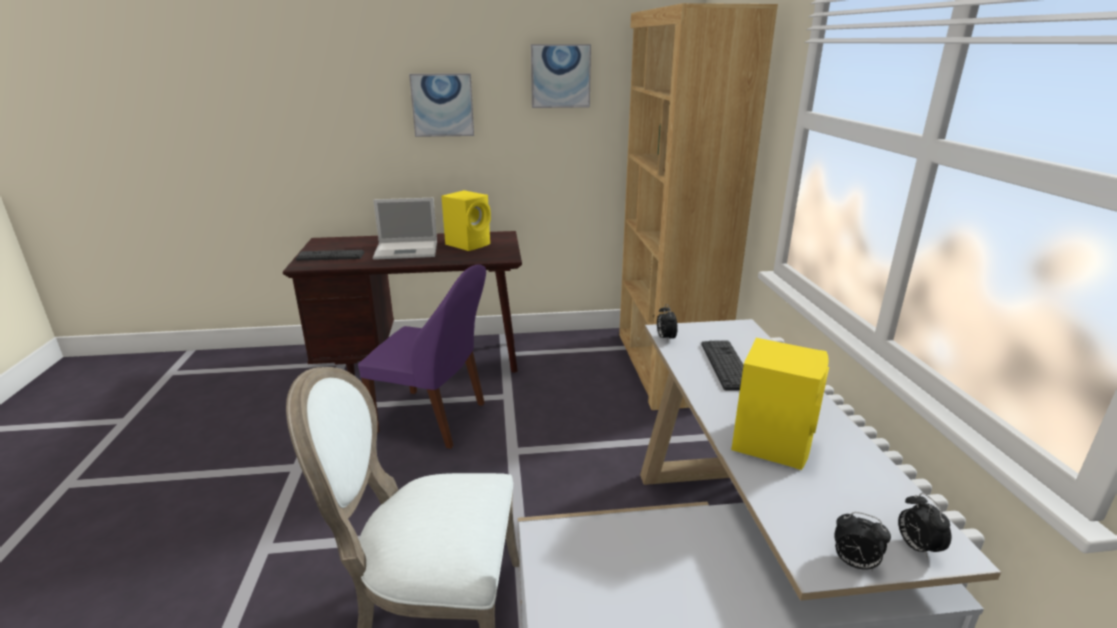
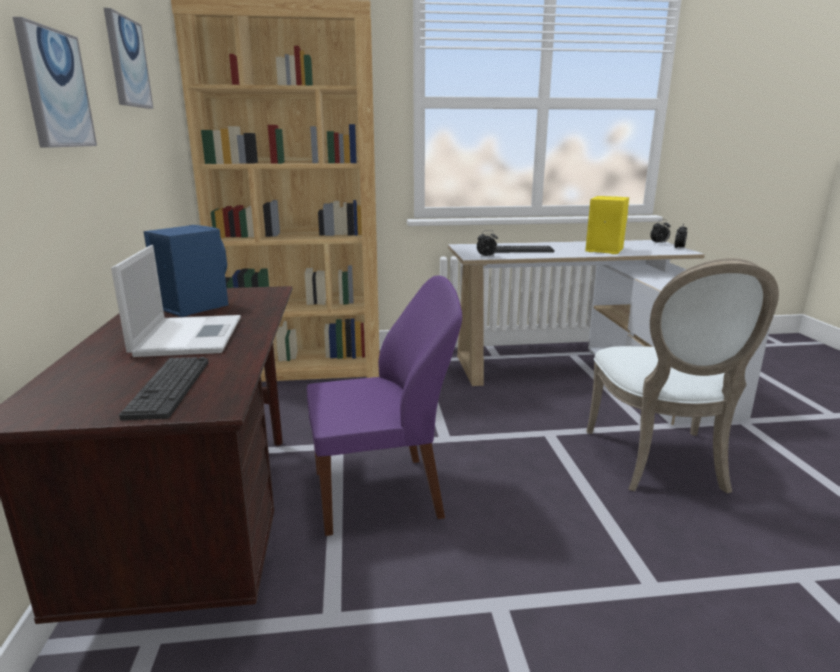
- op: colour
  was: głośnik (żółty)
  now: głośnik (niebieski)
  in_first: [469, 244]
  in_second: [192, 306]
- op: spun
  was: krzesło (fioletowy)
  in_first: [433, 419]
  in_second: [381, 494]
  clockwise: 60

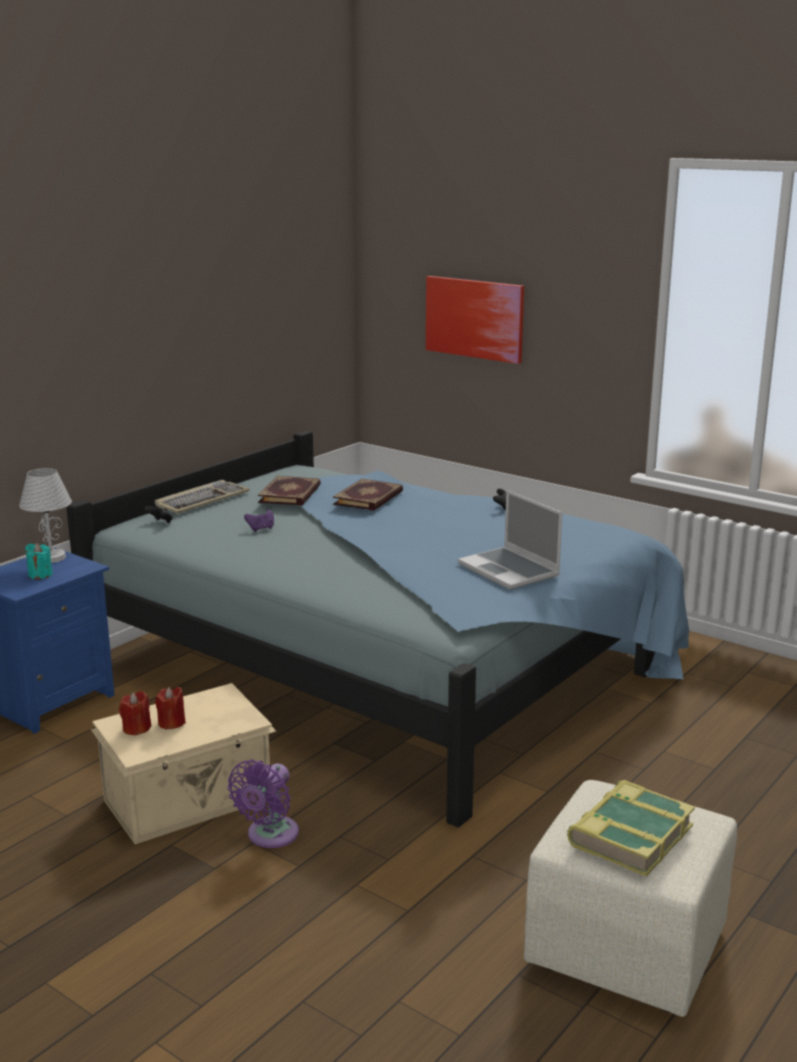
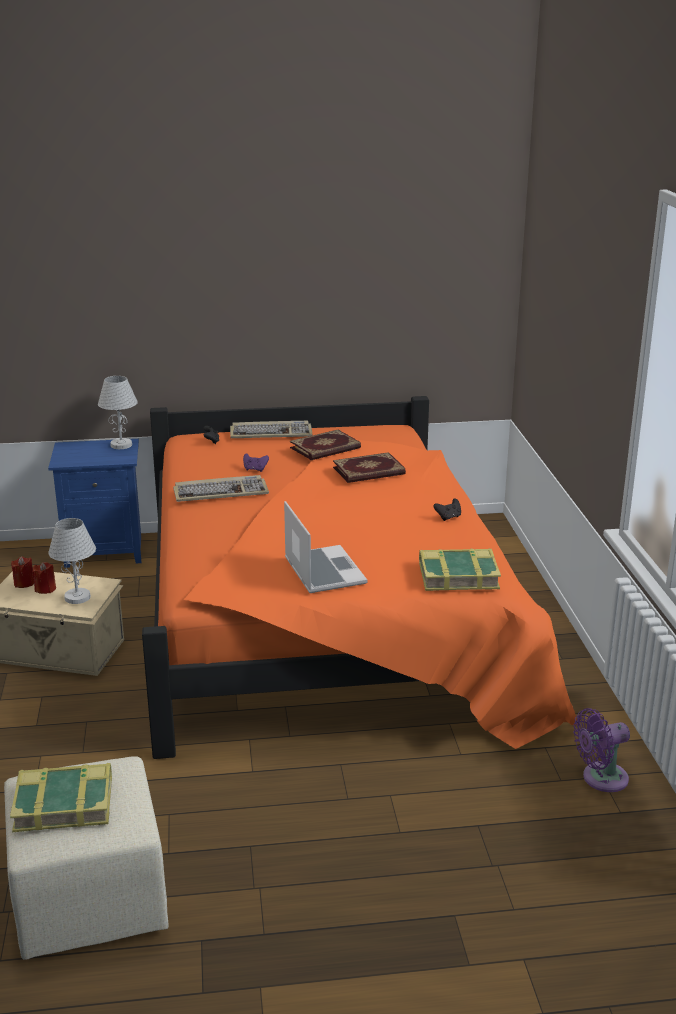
- op: missing
  was: obraz
  in_first: [474, 318]
- op: colour
  was: łóżko (niebieski)
  now: łóżko (pomarańczowy)
  in_first: [387, 665]
  in_second: [329, 623]
- op: spun
  was: laptop
  in_first: [510, 570]
  in_second: [323, 571]
  clockwise: 150
- op: missing
  was: świeca (turkusowy)
  in_first: [40, 575]
- op: relocated
  was: wentylator (fioletowy)
  in_first: [269, 836]
  in_second: [600, 778]
- op: appeared
  now: klawiatura
  in_second: [221, 492]
- op: appeared
  now: lampa stołowa (biały)
  in_second: [77, 597]
- op: appeared
  now: książka
  in_second: [458, 576]

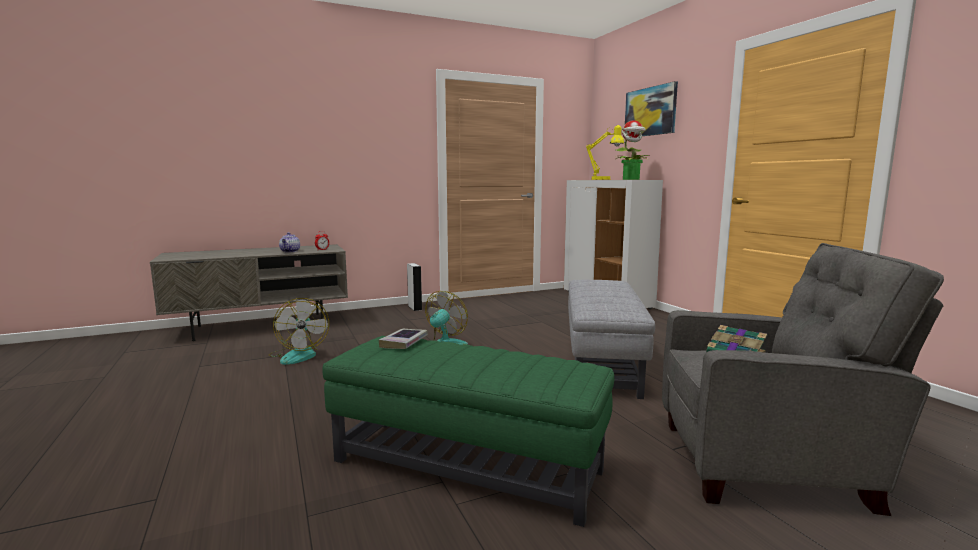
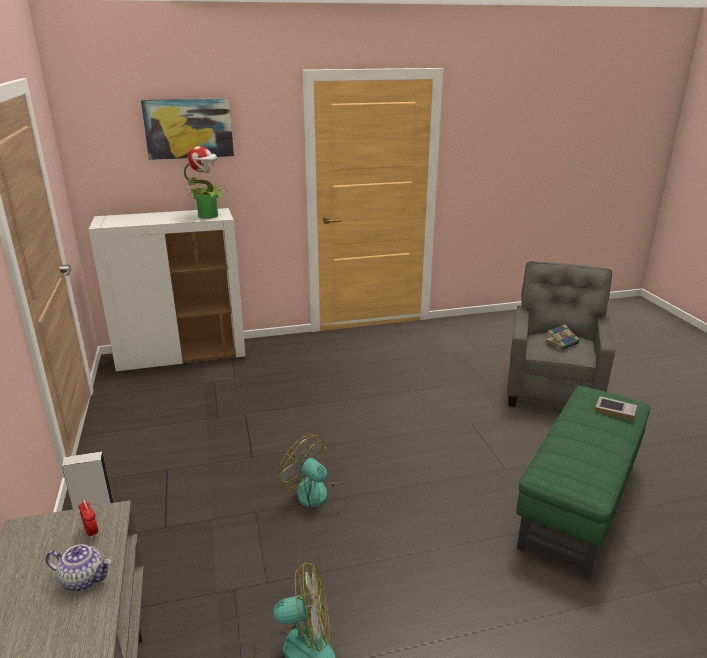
- op: missing
  was: lampa stołowa (żółty)
  in_first: [605, 179]
- op: missing
  was: pufa (szary)
  in_first: [601, 363]
- op: relocated
  was: książka
  in_first: [404, 342]
  in_second: [615, 410]

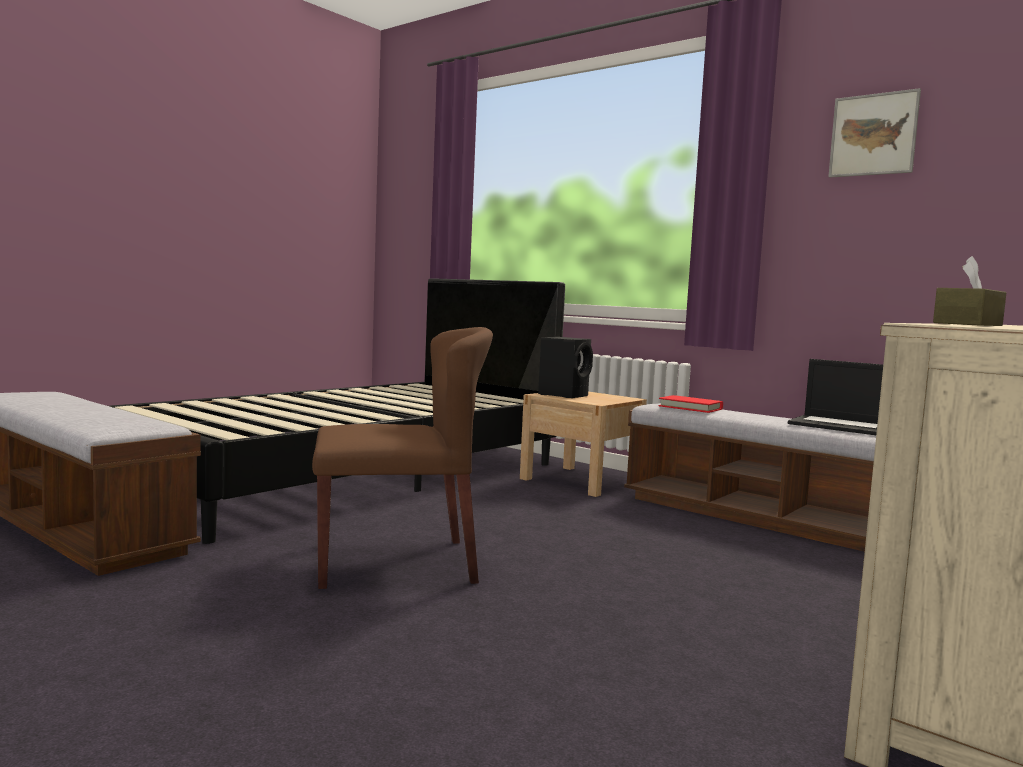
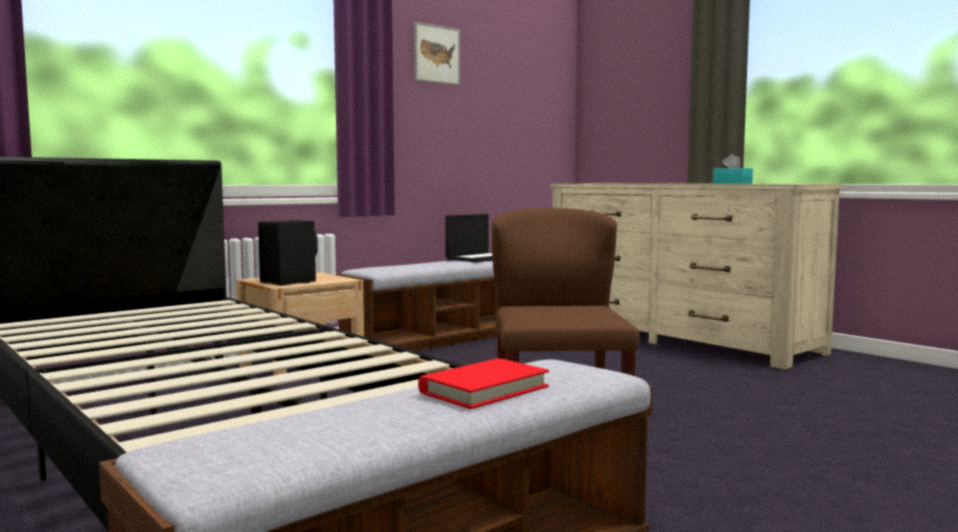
- op: colour
  was: pudełko chusteczek (brązowy)
  now: pudełko chusteczek (turkusowy)
  in_first: [968, 324]
  in_second: [732, 183]
- op: relocated
  was: książka (czerwony)
  in_first: [690, 407]
  in_second: [484, 389]

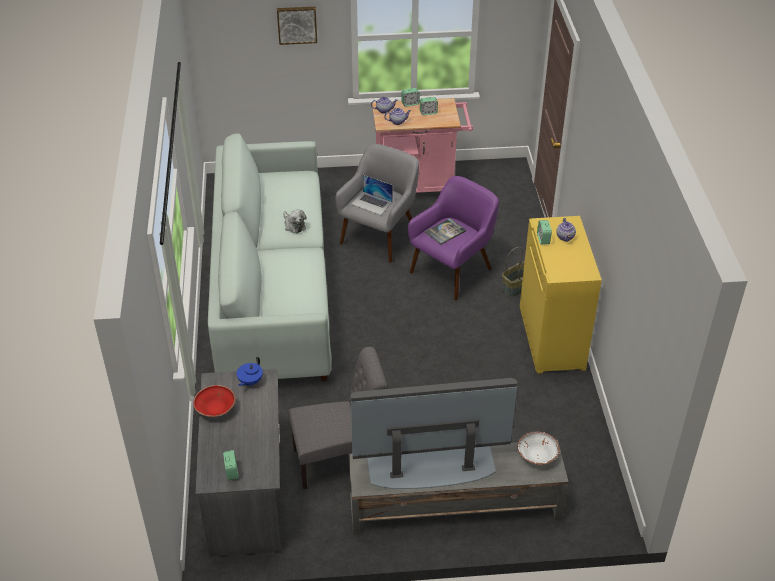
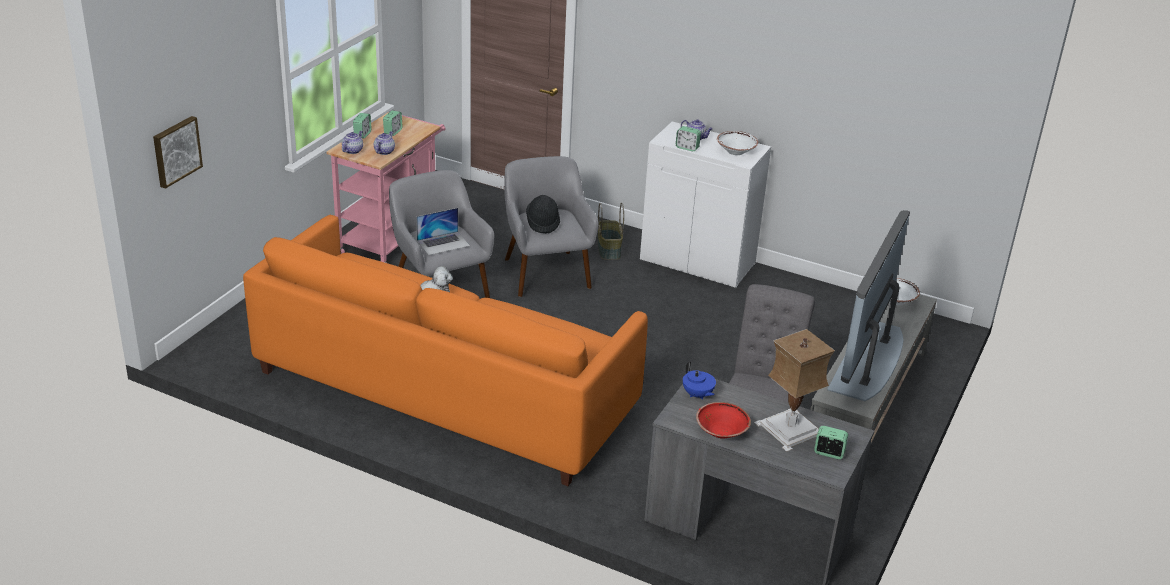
- op: relocated
  was: obraz
  in_first: [297, 24]
  in_second: [176, 151]
- op: colour
  was: kanapa (biały)
  now: kanapa (pomarańczowy)
  in_first: [272, 290]
  in_second: [444, 391]
- op: colour
  was: fotel (fioletowy)
  now: fotel (szary)
  in_first: [452, 271]
  in_second: [545, 273]
- op: colour
  was: szafka (żółty)
  now: szafka (biały)
  in_first: [552, 338]
  in_second: [698, 262]
- op: exchanged
  was: książka
  now: kapelusz (czarny)
  in_first: [445, 232]
  in_second: [543, 223]
- op: appeared
  now: miska (biały)
  in_second: [736, 151]
- op: appeared
  now: lampa stołowa
  in_second: [792, 429]

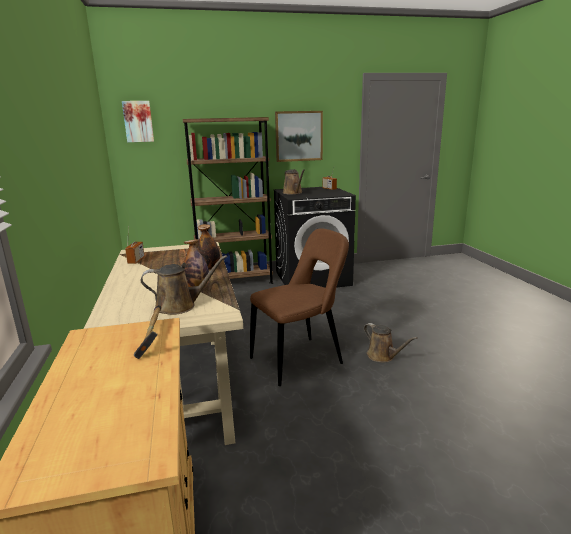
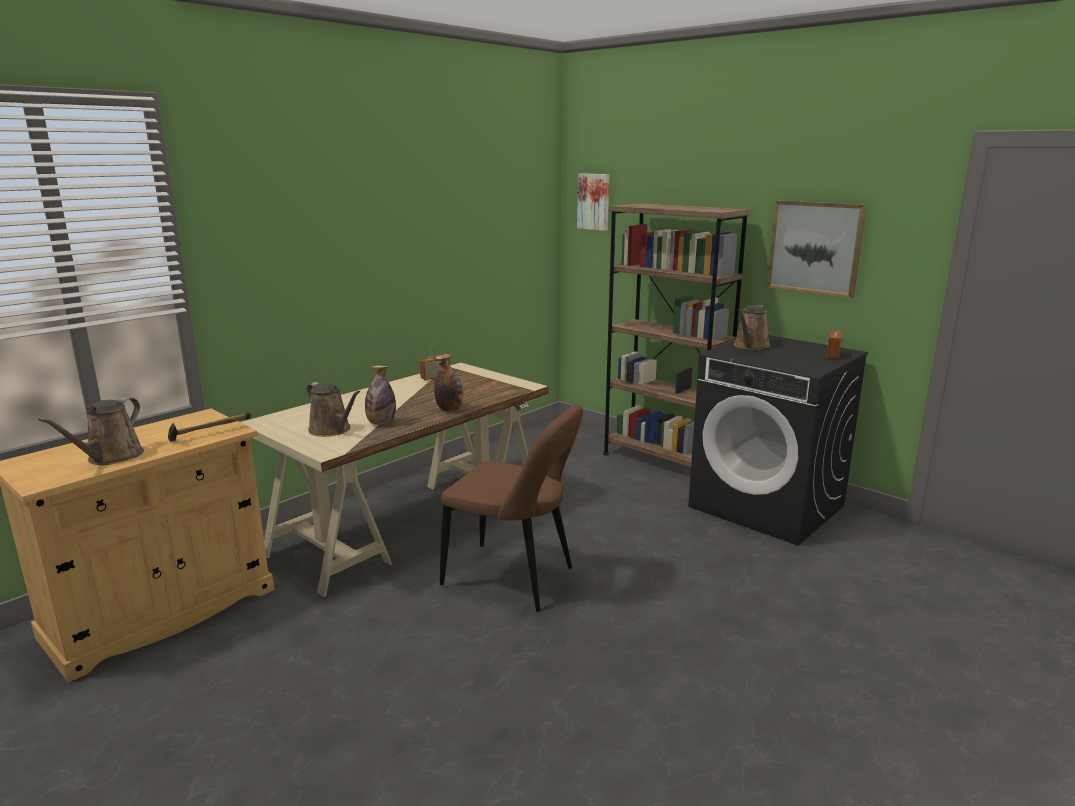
- op: relocated
  was: konewka (brązowy)
  in_first: [383, 356]
  in_second: [111, 457]

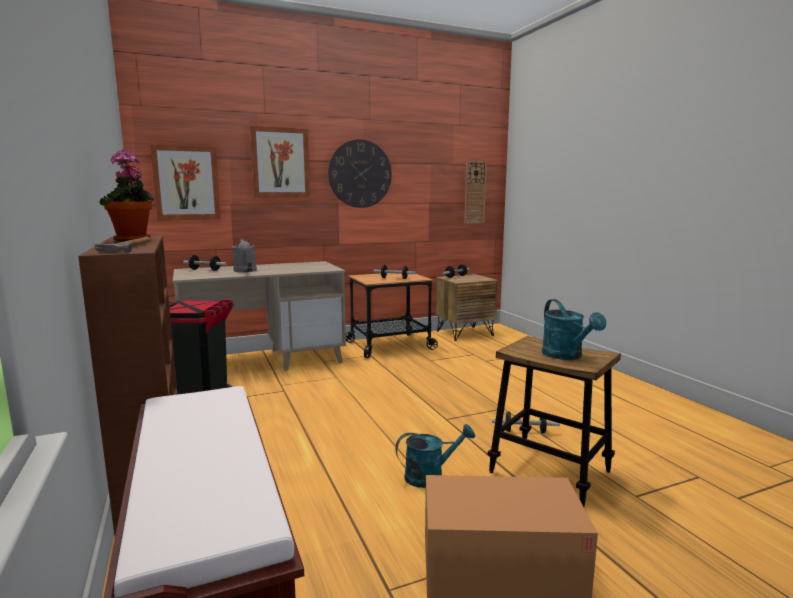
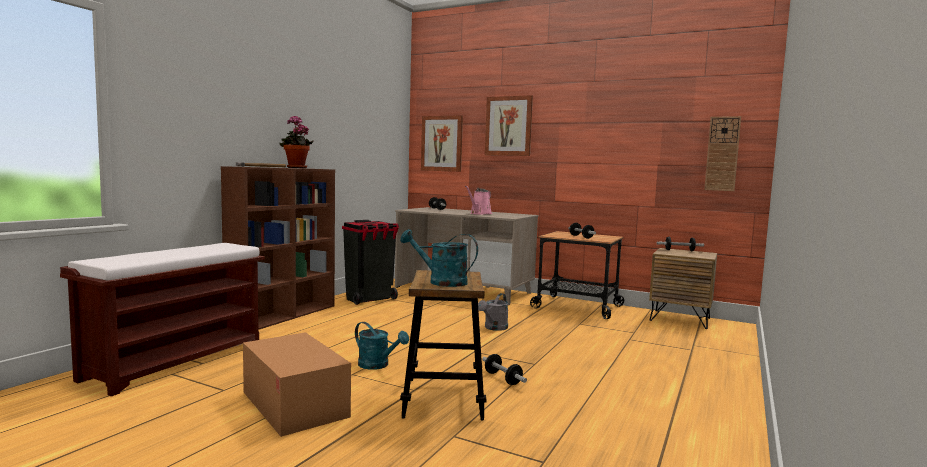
- op: missing
  was: zegar ścienny
  in_first: [360, 174]
- op: relocated
  was: konewka (szary)
  in_first: [245, 271]
  in_second: [494, 328]
- op: spun
  was: konewka (turkusowy)
  in_first: [566, 356]
  in_second: [441, 282]
  clockwise: 75
- op: appeared
  now: konewka (różowy)
  in_second: [479, 213]

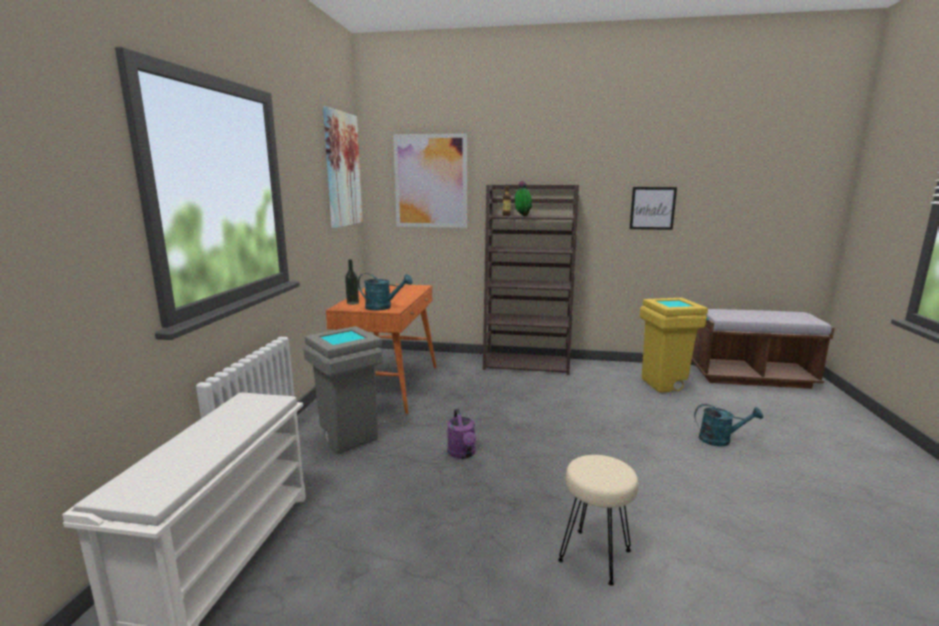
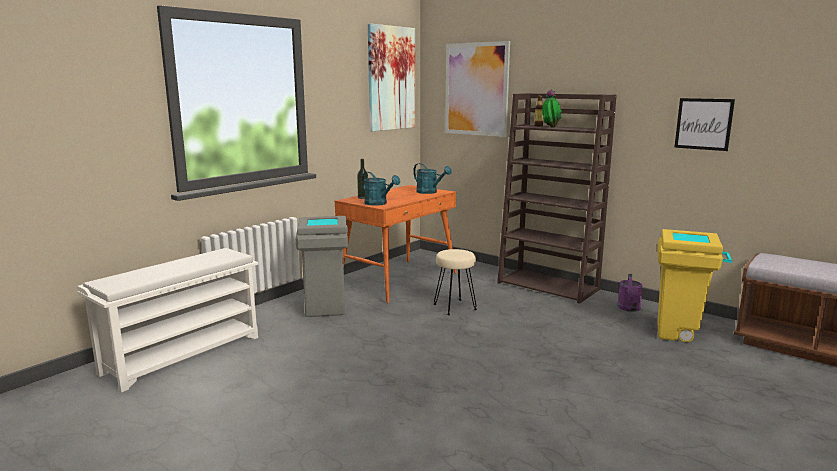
- op: relocated
  was: konewka (turkusowy)
  in_first: [720, 440]
  in_second: [430, 192]
- op: relocated
  was: konewka (fioletowy)
  in_first: [463, 454]
  in_second: [629, 309]
- op: relocated
  was: stołek (beżowy)
  in_first: [595, 556]
  in_second: [455, 307]

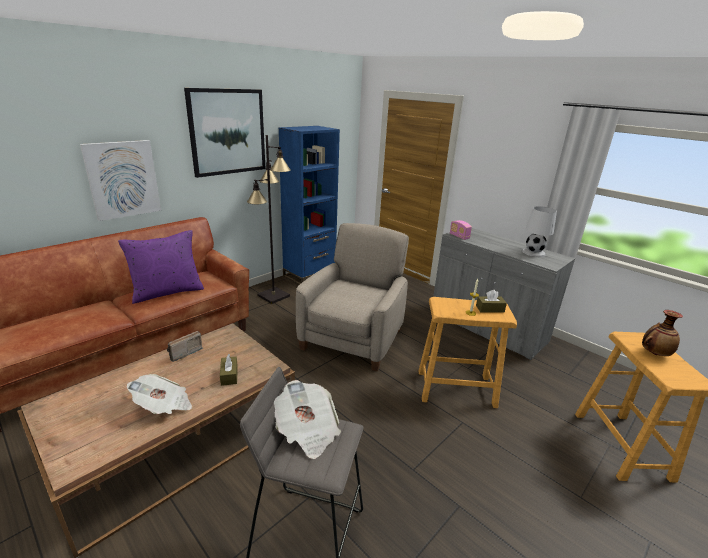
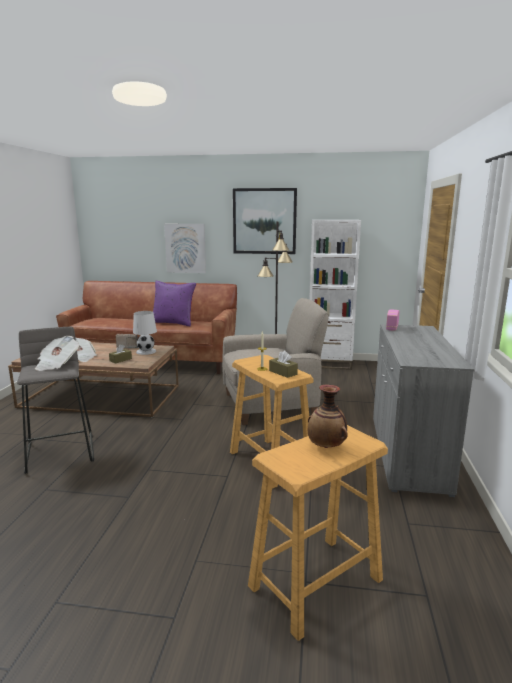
- op: colour
  was: regał (niebieski)
  now: regał (biały)
  in_first: [309, 275]
  in_second: [329, 364]
- op: relocated
  was: lampa stołowa (biały)
  in_first: [533, 252]
  in_second: [146, 351]

